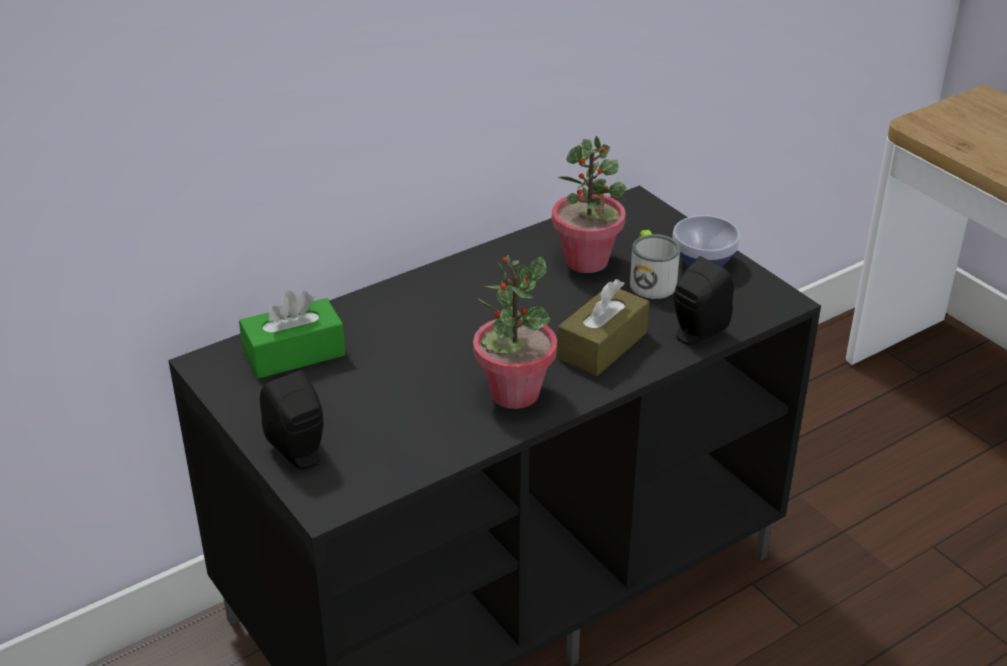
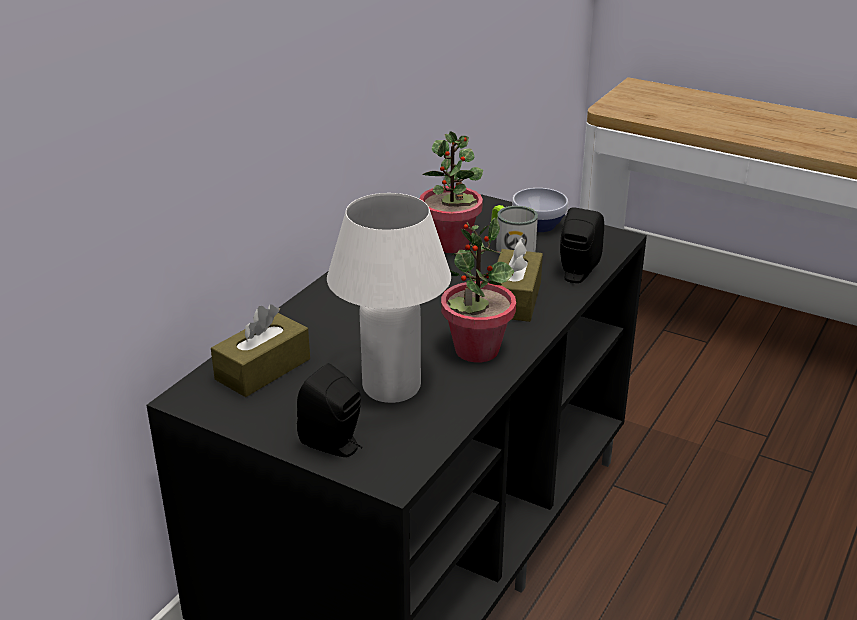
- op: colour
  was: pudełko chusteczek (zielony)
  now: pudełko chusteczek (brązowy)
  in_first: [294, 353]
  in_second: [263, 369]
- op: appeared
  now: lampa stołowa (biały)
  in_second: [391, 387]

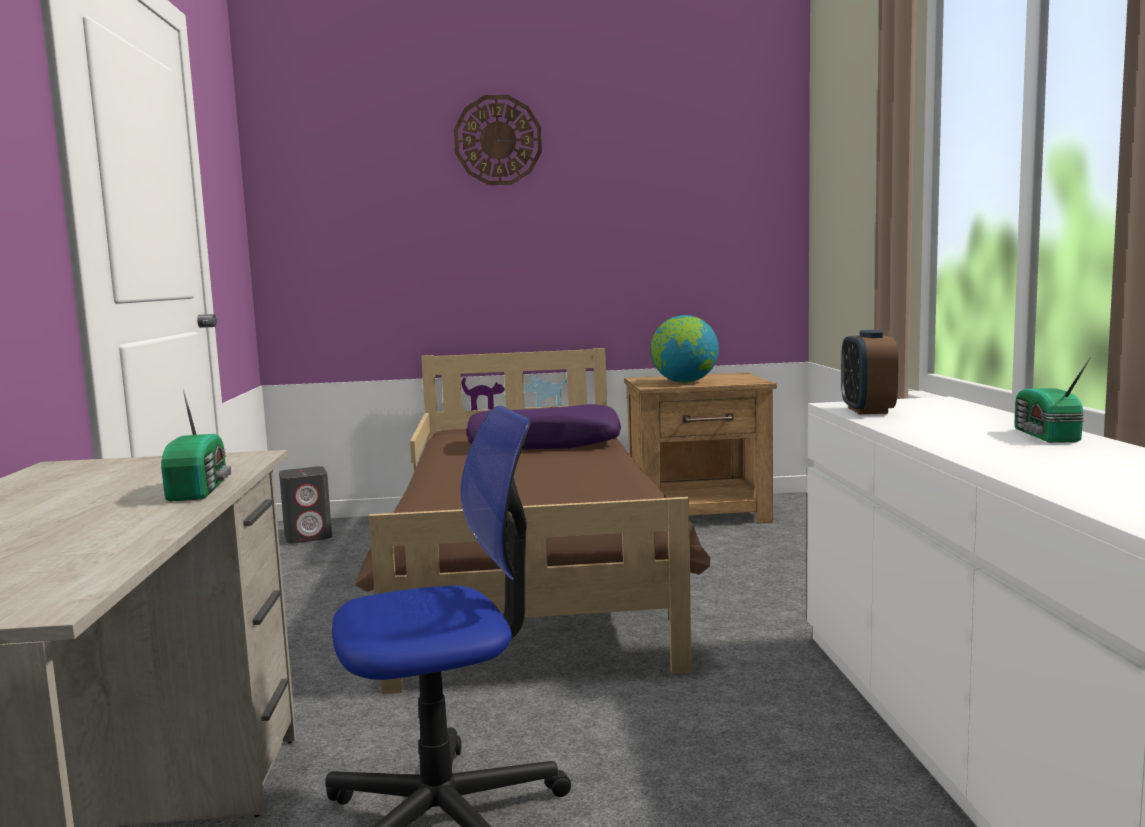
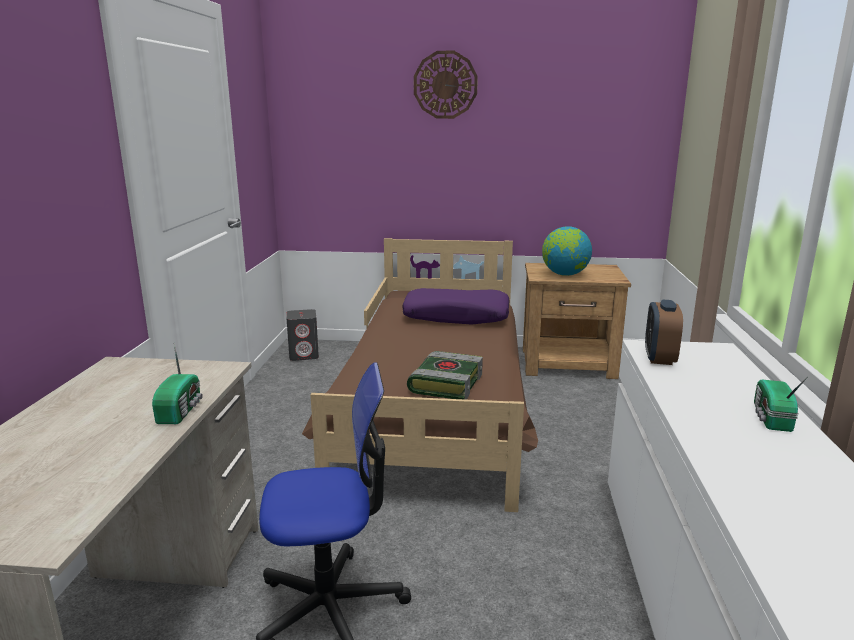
- op: appeared
  now: książka
  in_second: [445, 383]

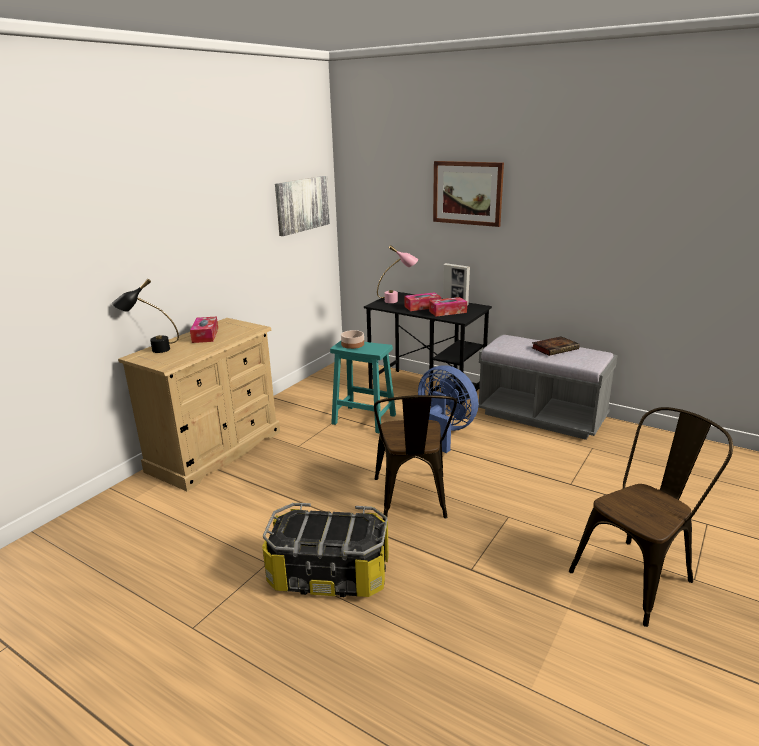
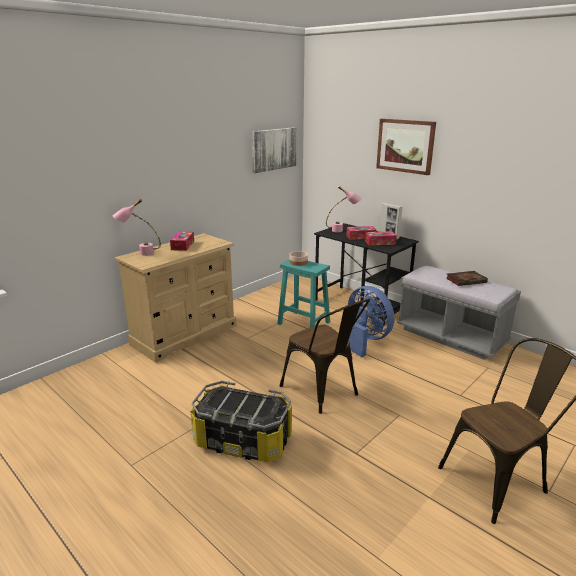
- op: colour
  was: lampa stołowa (czarny)
  now: lampa stołowa (różowy)
  in_first: [152, 351]
  in_second: [140, 253]
- op: spun
  was: krzesło (brązowy)
  in_first: [412, 501]
  in_second: [324, 392]
  clockwise: -45

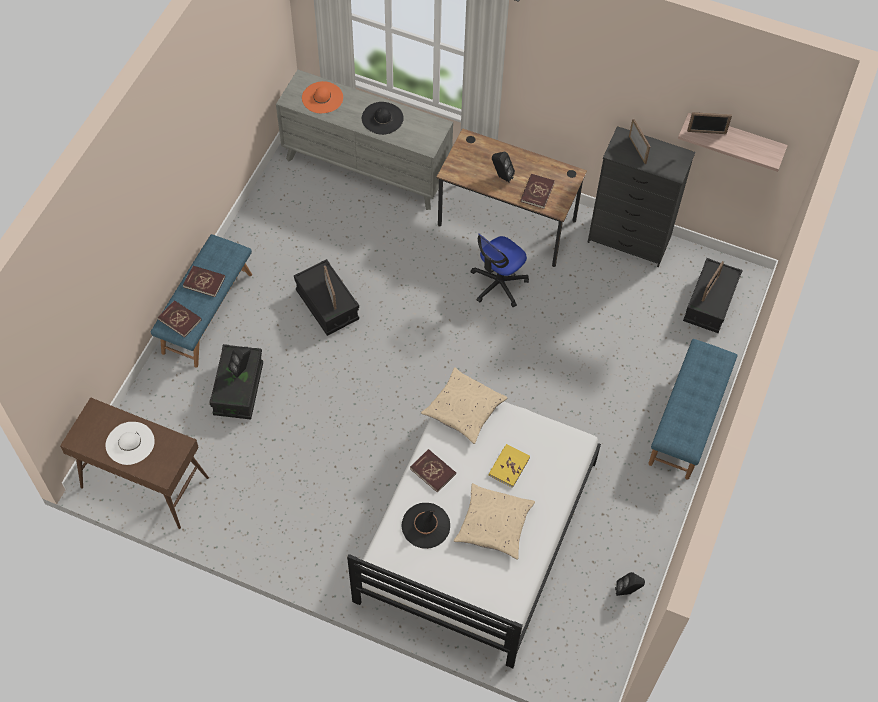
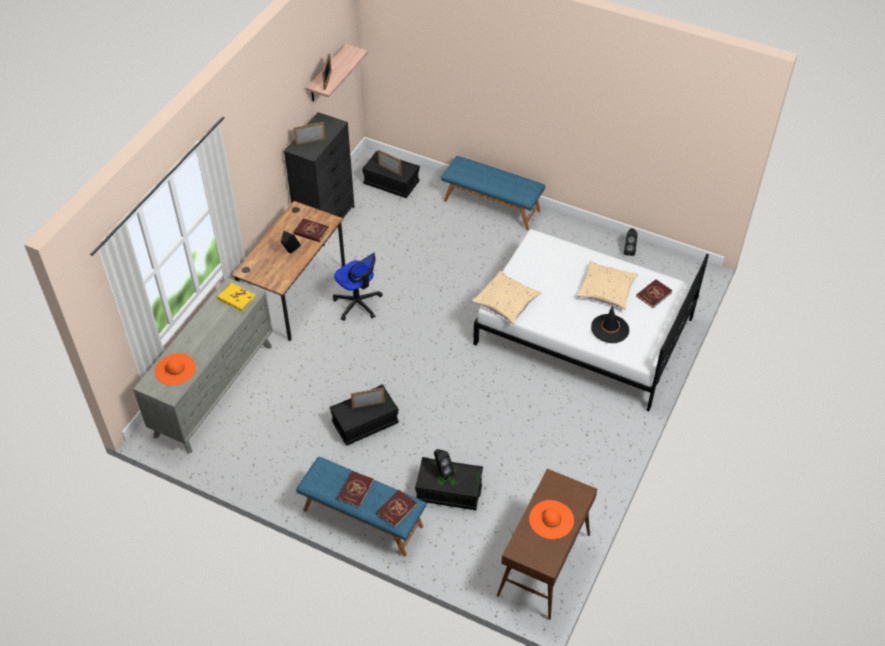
- op: missing
  was: kapelusz (czarny)
  in_first: [382, 118]
- op: colour
  was: kapelusz (biały)
  now: kapelusz (pomarańczowy)
  in_first: [130, 443]
  in_second: [551, 519]
- op: relocated
  was: książka (żółty)
  in_first: [509, 466]
  in_second: [236, 298]
- op: relocated
  was: książka (czerwony)
  in_first: [433, 471]
  in_second: [653, 294]

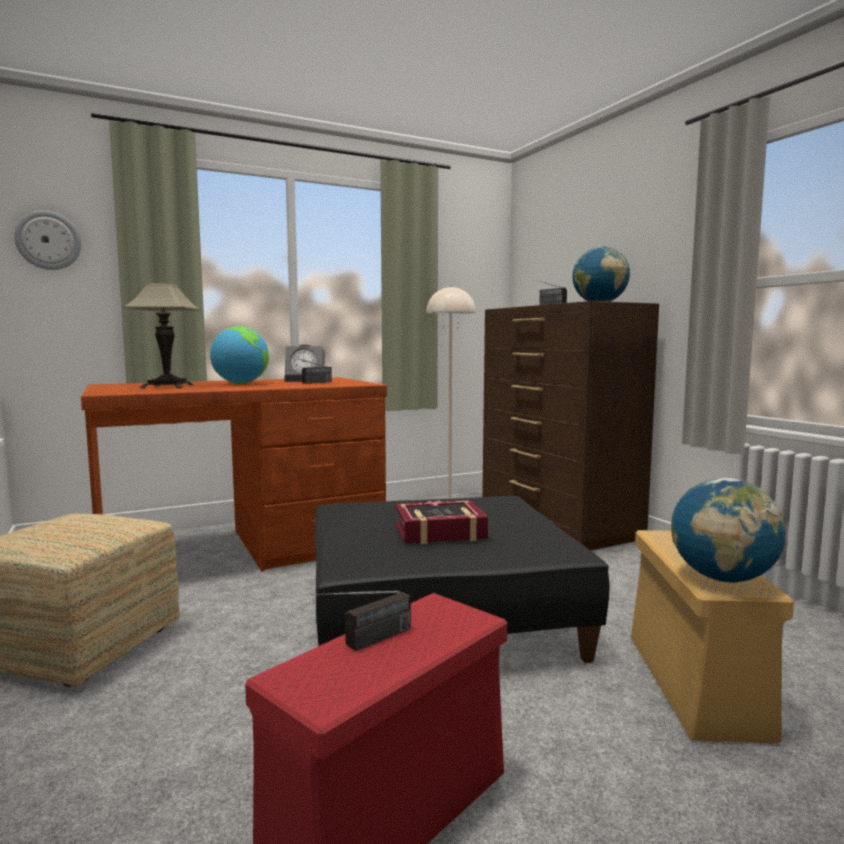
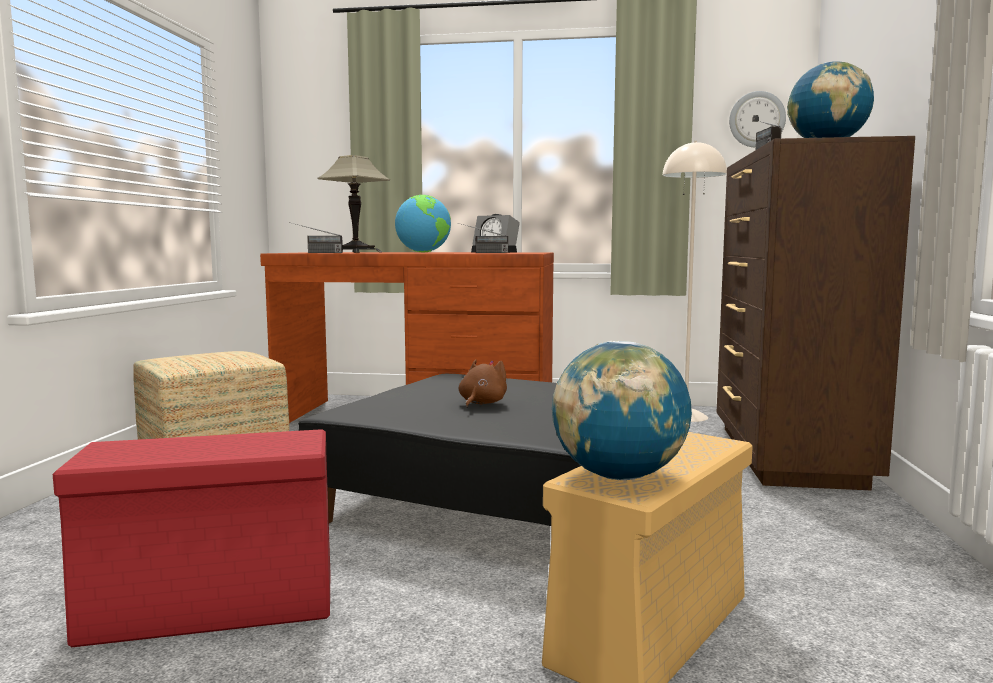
- op: relocated
  was: zegar ścienny
  in_first: [48, 240]
  in_second: [757, 119]
- op: exchanged
  was: książka
  now: pluszak (brązowy)
  in_first: [440, 531]
  in_second: [481, 403]
- op: relocated
  was: radio
  in_first: [364, 643]
  in_second: [316, 253]

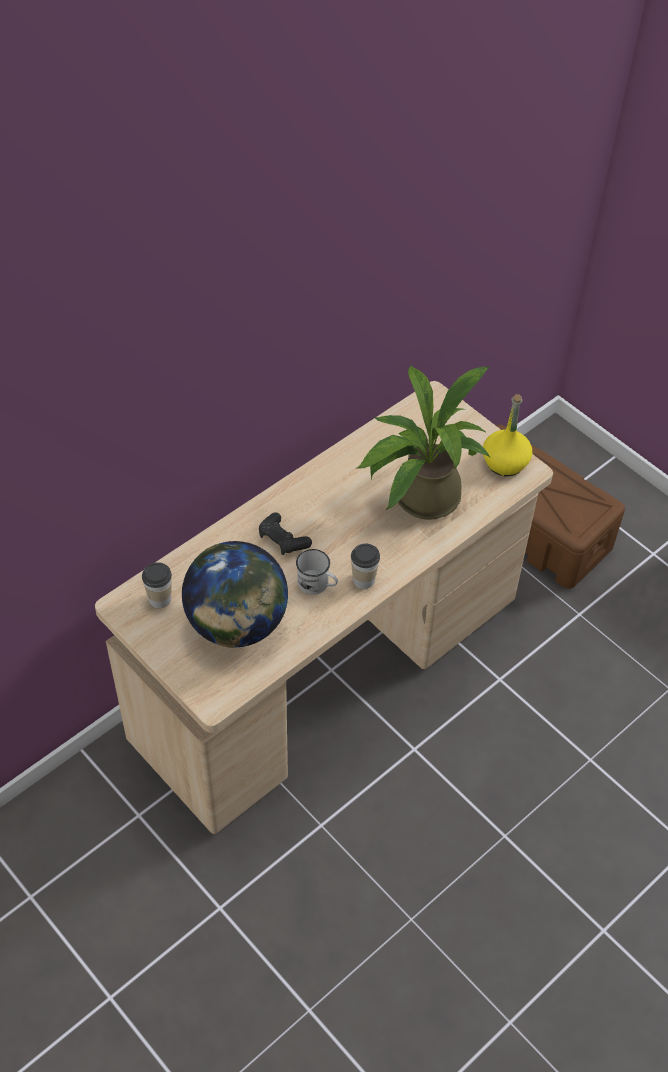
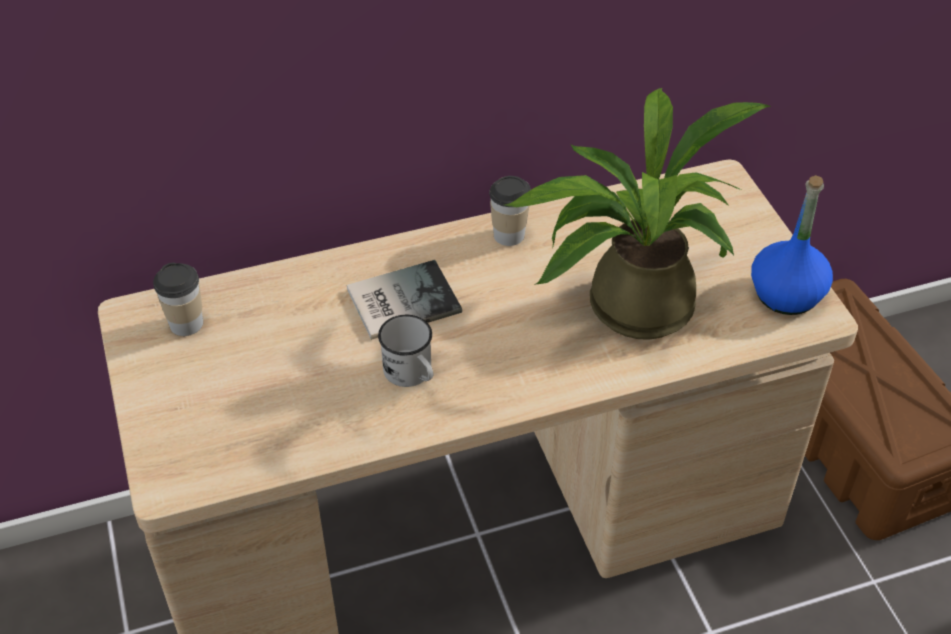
- op: colour
  was: butelka (żółty)
  now: butelka (niebieski)
  in_first: [505, 463]
  in_second: [786, 294]
- op: exchanged
  was: pad do gier (czarny)
  now: książka
  in_first: [283, 540]
  in_second: [400, 300]
- op: missing
  was: globus
  in_first: [236, 624]
- op: relocated
  was: filiżanka
  in_first: [363, 580]
  in_second: [509, 235]

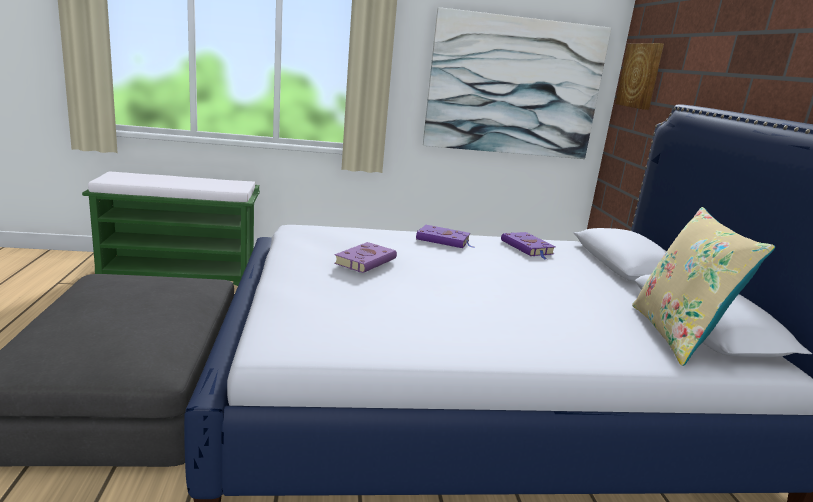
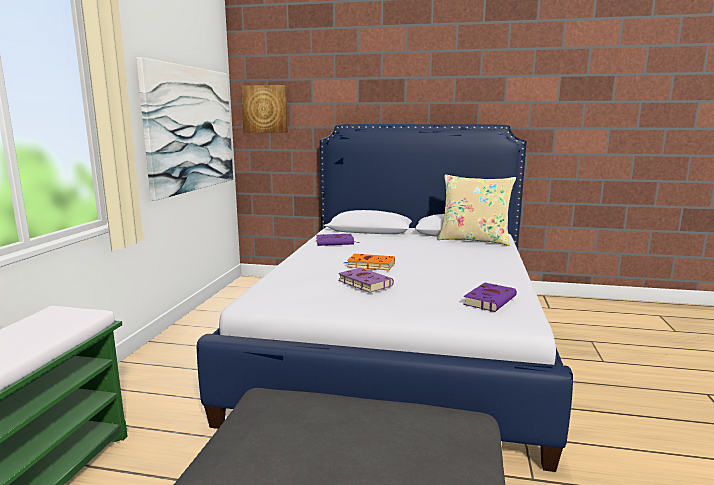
- op: relocated
  was: książka (fioletowy)
  in_first: [444, 240]
  in_second: [490, 300]
- op: appeared
  now: książka (pomarańczowy)
  in_second: [369, 265]

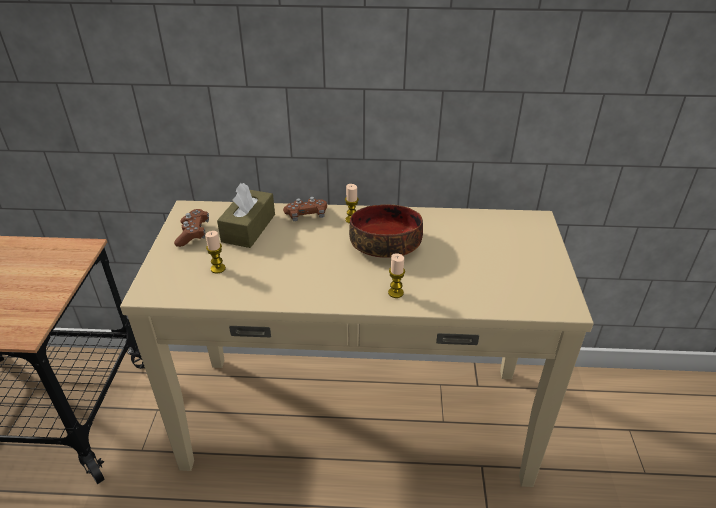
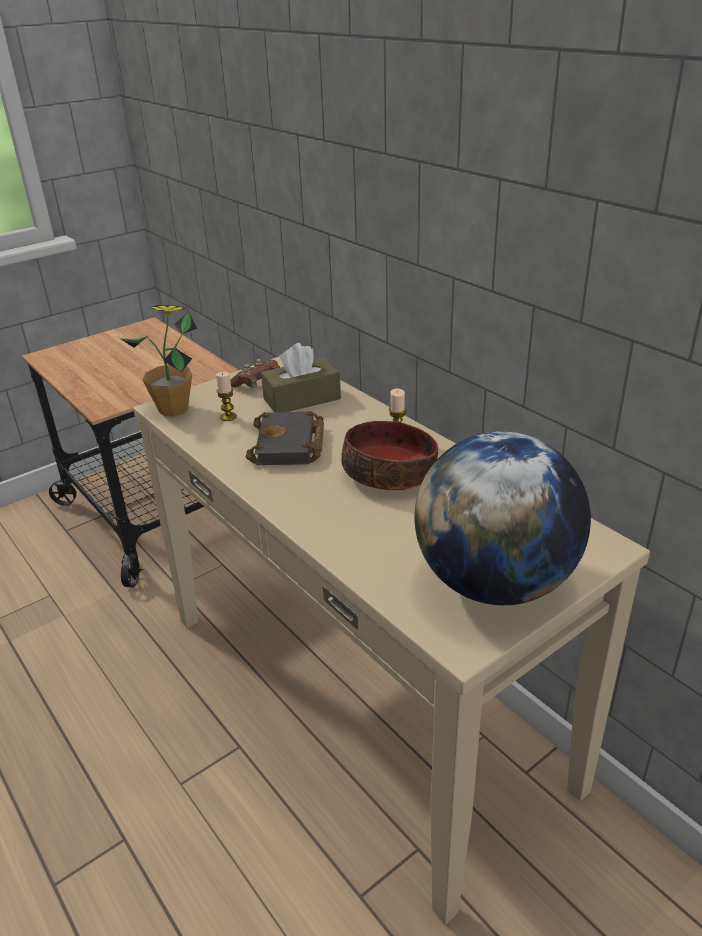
- op: missing
  was: pad do gier (brązowy)
  in_first: [306, 215]
- op: missing
  was: świeca
  in_first: [395, 293]
- op: appeared
  now: roślina doniczkowa
  in_second: [173, 409]
- op: appeared
  now: książka (czarny)
  in_second: [290, 446]
- op: appeared
  now: globus
  in_second: [494, 583]

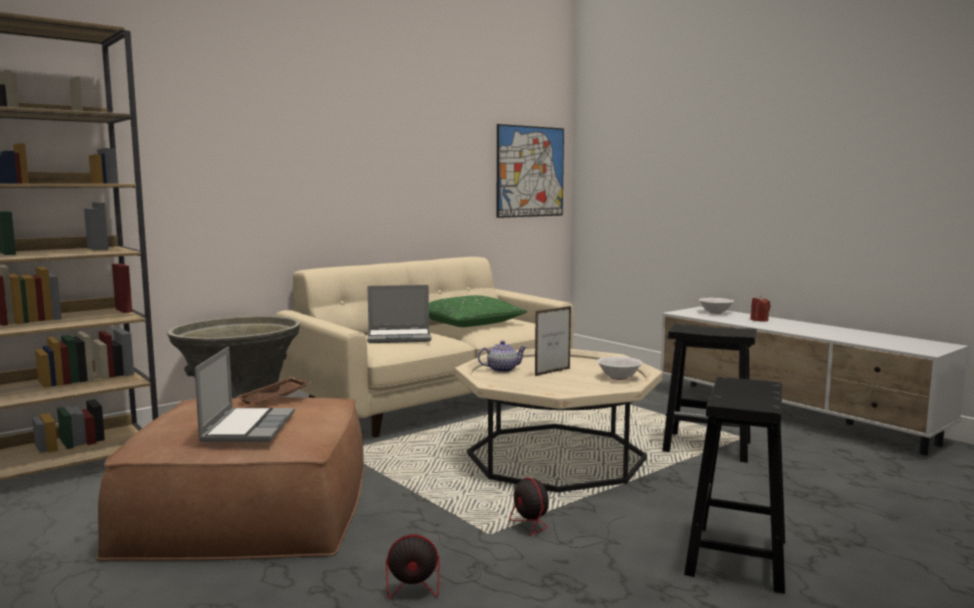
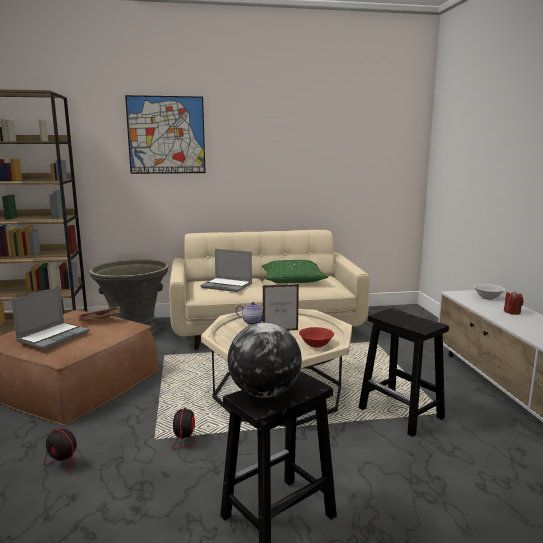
- op: relocated
  was: obraz
  in_first: [530, 171]
  in_second: [166, 135]
- op: colour
  was: miska (biały)
  now: miska (czerwony)
  in_first: [618, 377]
  in_second: [316, 345]
- op: appeared
  now: globus
  in_second: [265, 393]

